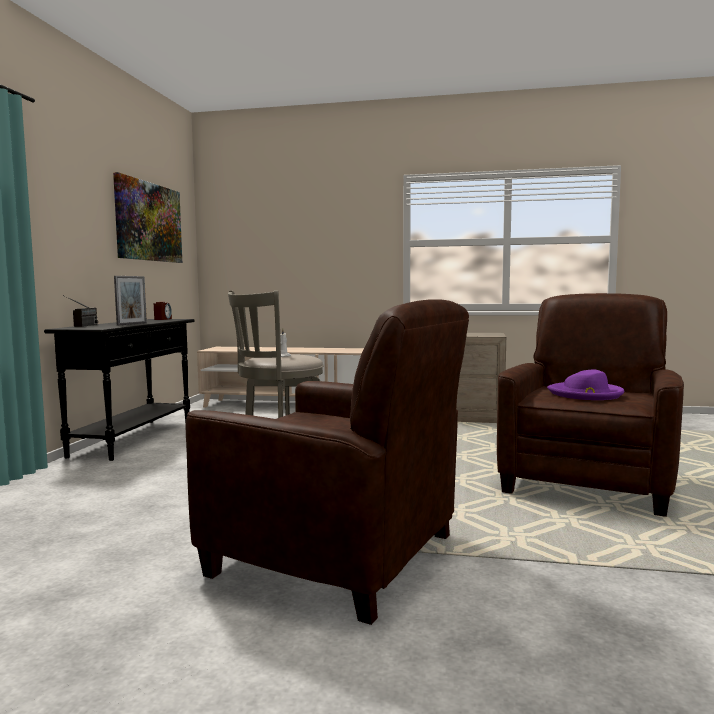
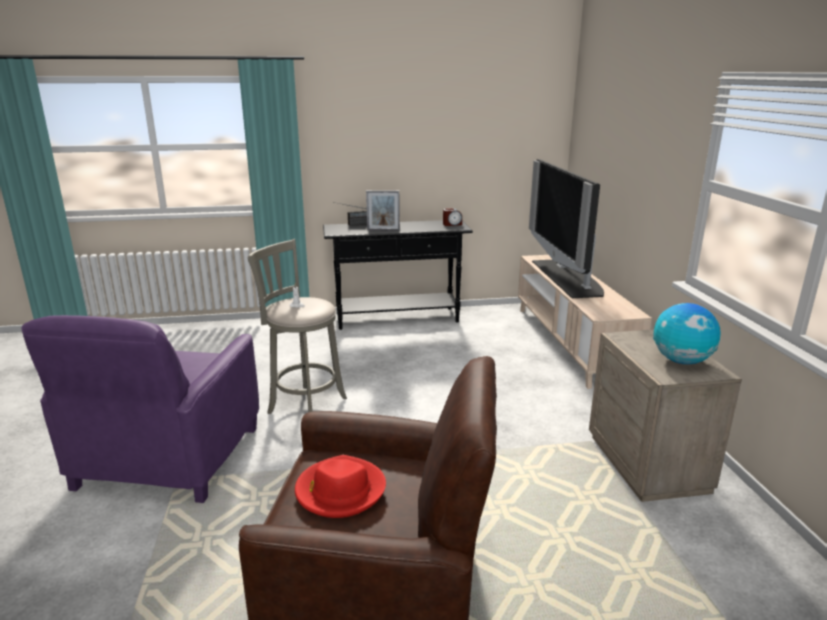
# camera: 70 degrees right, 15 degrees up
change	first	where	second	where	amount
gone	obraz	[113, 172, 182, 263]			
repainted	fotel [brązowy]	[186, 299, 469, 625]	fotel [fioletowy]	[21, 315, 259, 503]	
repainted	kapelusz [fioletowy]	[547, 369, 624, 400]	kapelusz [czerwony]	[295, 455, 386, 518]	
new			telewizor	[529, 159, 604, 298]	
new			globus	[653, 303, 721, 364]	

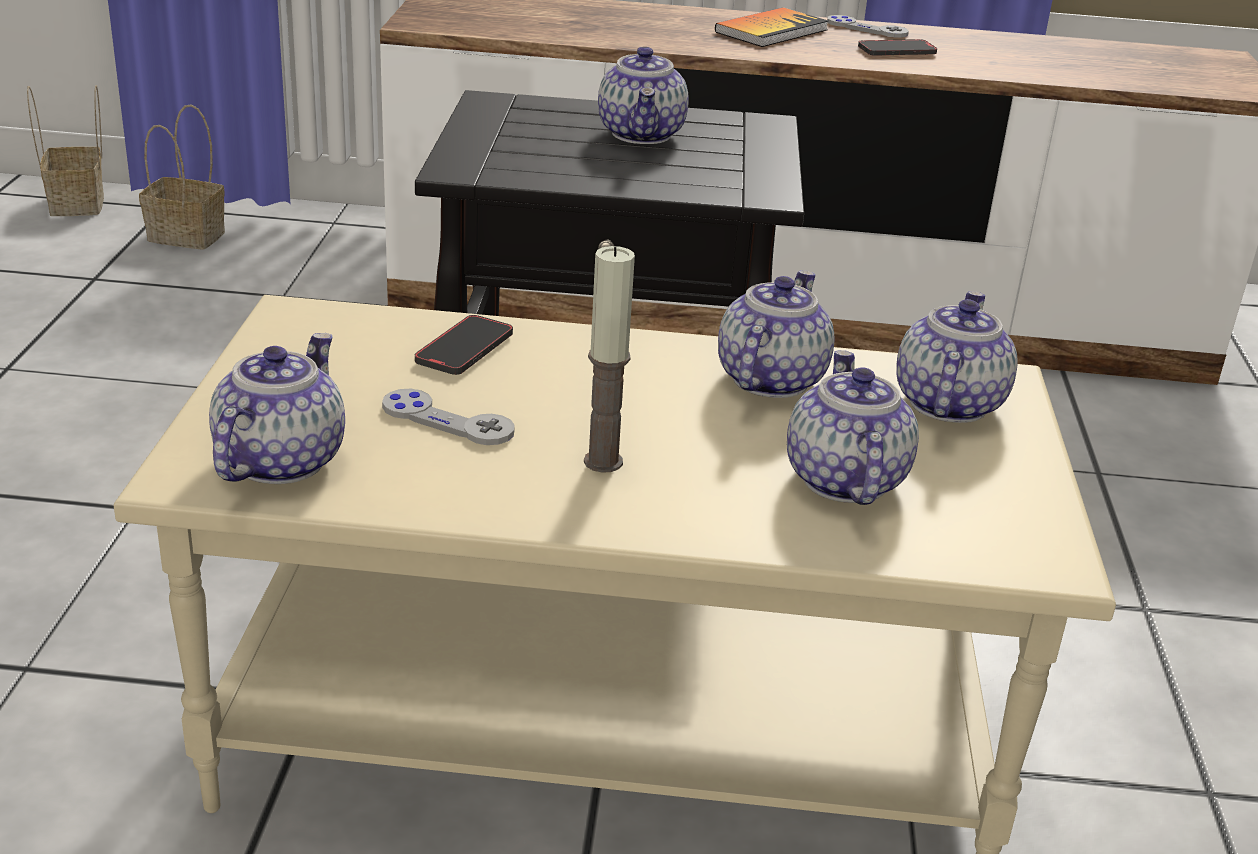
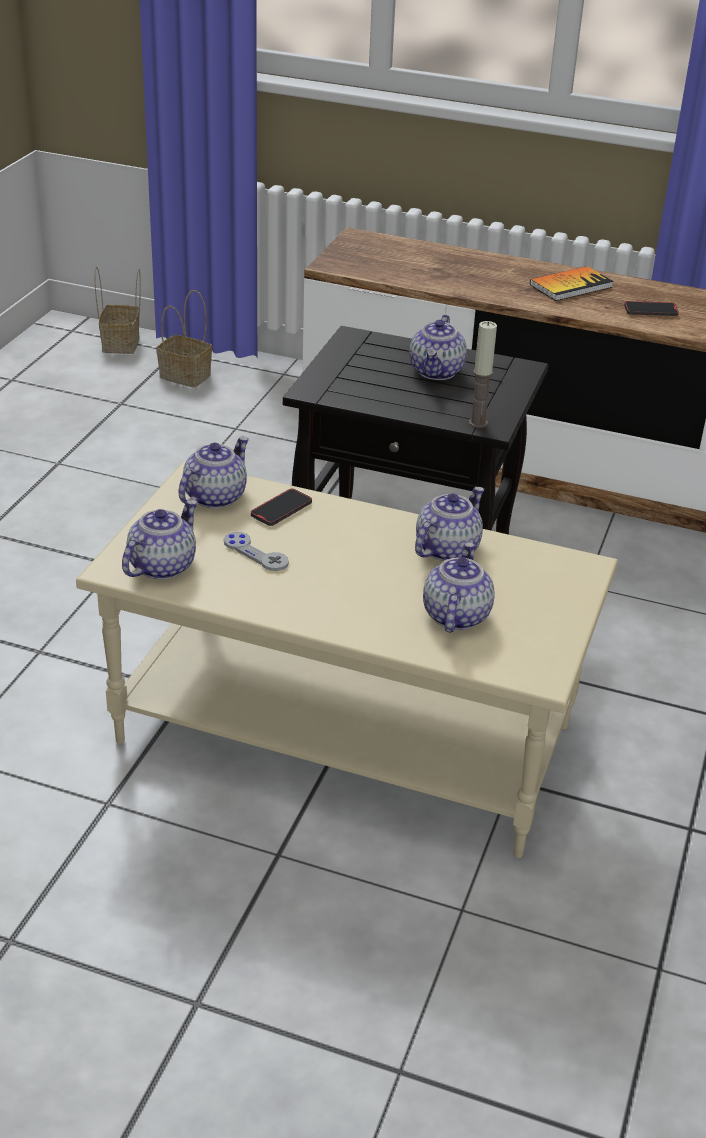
# camera: 15 degrees right, 5 degrees up
change	first	where	second	where	amount
shifted	świeca	[584, 246, 635, 473]		[469, 321, 497, 428]	
gone	pad do gier [szary]	[827, 15, 909, 38]			
shifted	imbryk	[896, 291, 1018, 423]		[179, 437, 249, 509]	

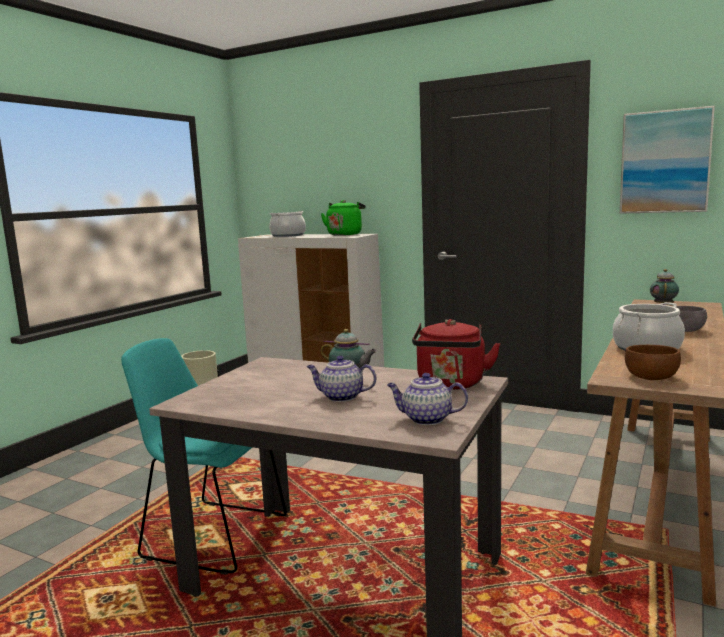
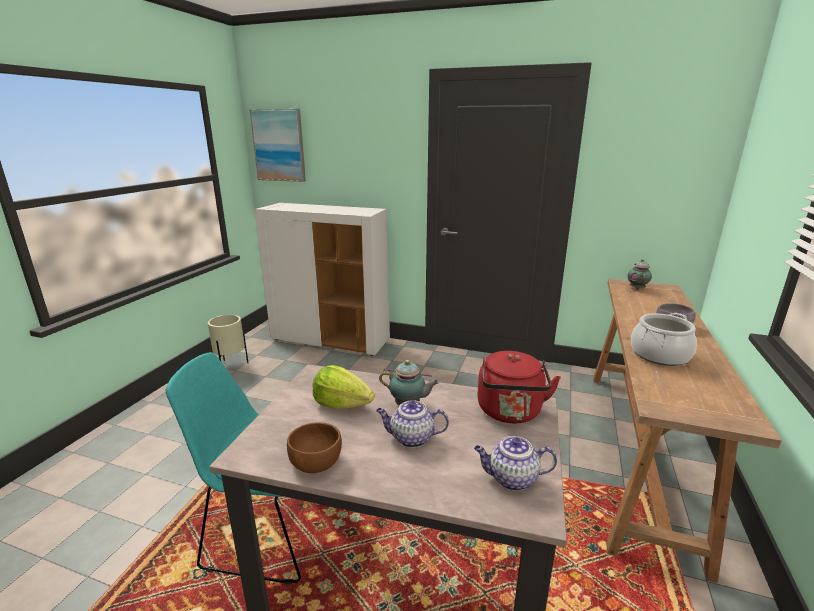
# camera: 10 degrees left, 10 degrees up
change	first	where	second	where	amount
gone	garnek	[269, 211, 306, 237]			
gone	czajnik [zielony]	[321, 200, 366, 236]			
shifted	obraz	[620, 106, 715, 214]		[250, 109, 306, 182]	
shifted	miska [brązowy]	[625, 345, 681, 380]		[287, 422, 342, 473]	
new			sałata	[312, 365, 374, 409]	

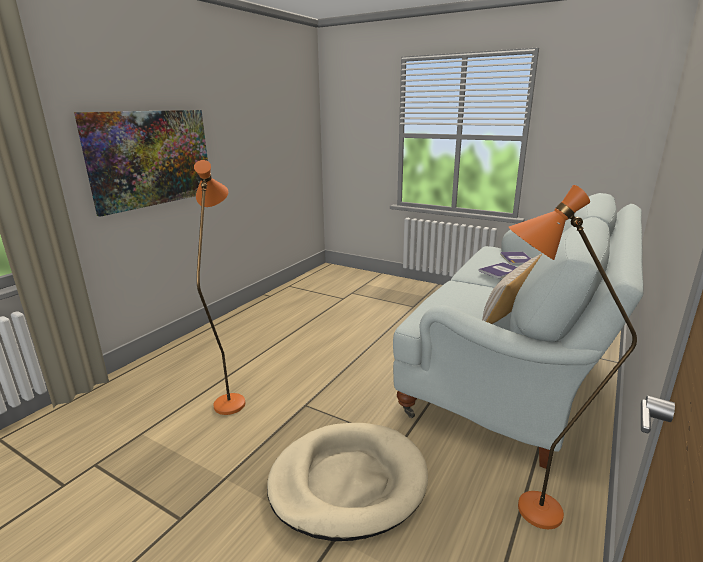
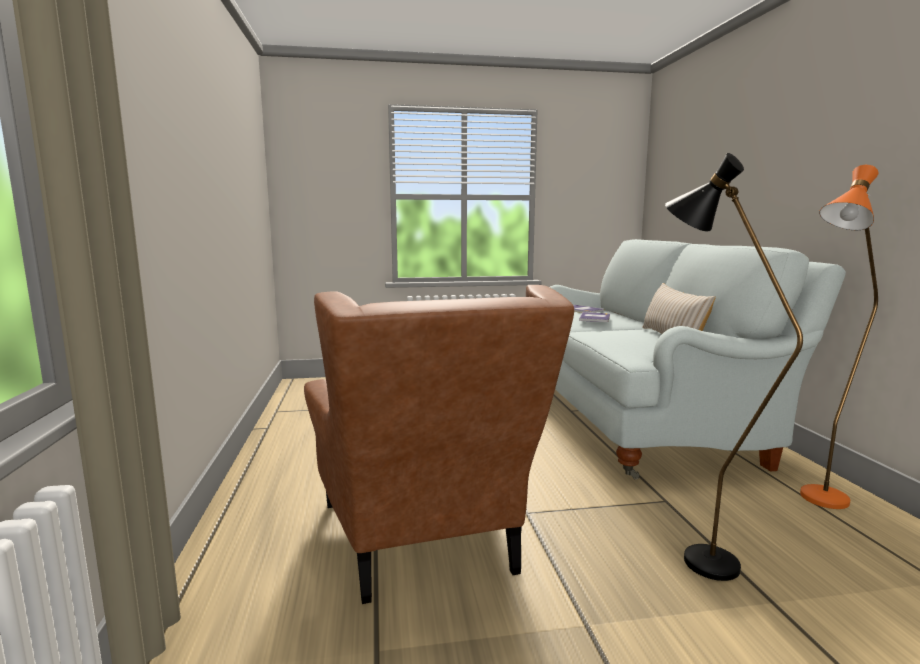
# camera: 40 degrees left, 10 degrees down
change	first	where	second	where	amount
gone	obraz	[74, 110, 208, 217]			
swapped	lampa stojąca [pomarańczowy]	[194, 160, 245, 415]	fotel [brązowy]	[304, 285, 574, 604]	
swapped	legowisko [beżowy]	[267, 423, 428, 541]	lampa stojąca [czarny]	[665, 153, 803, 581]	

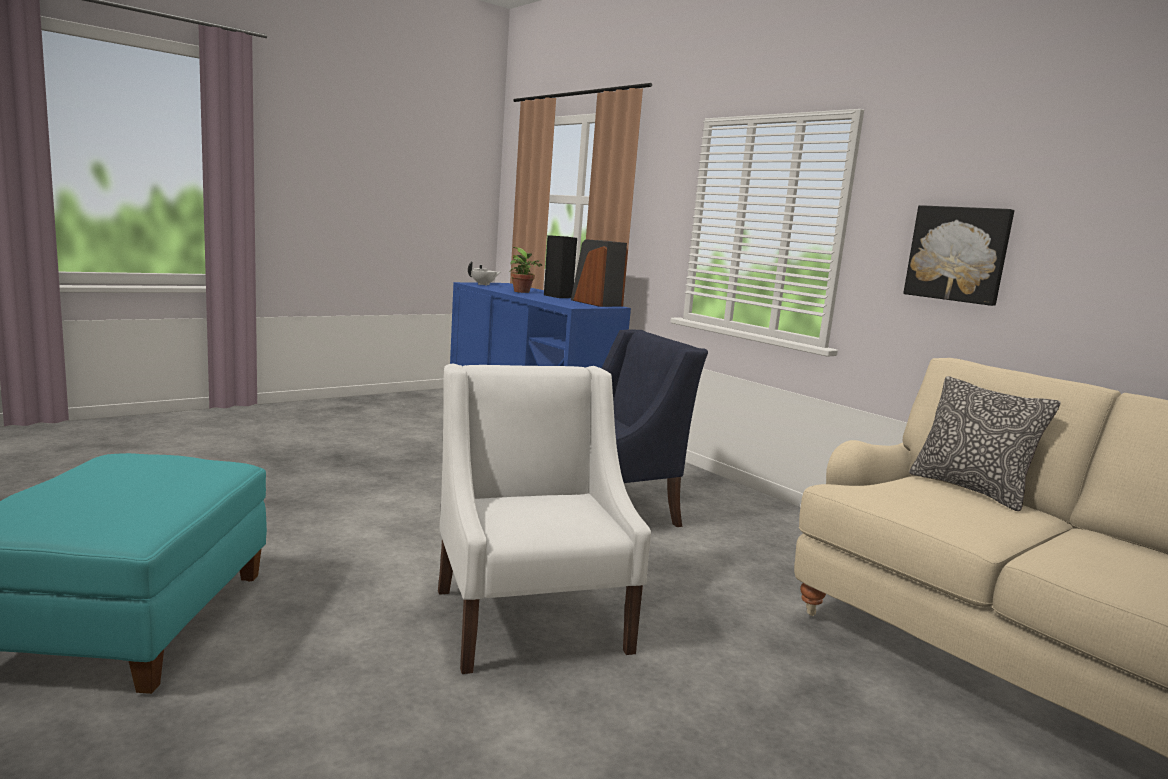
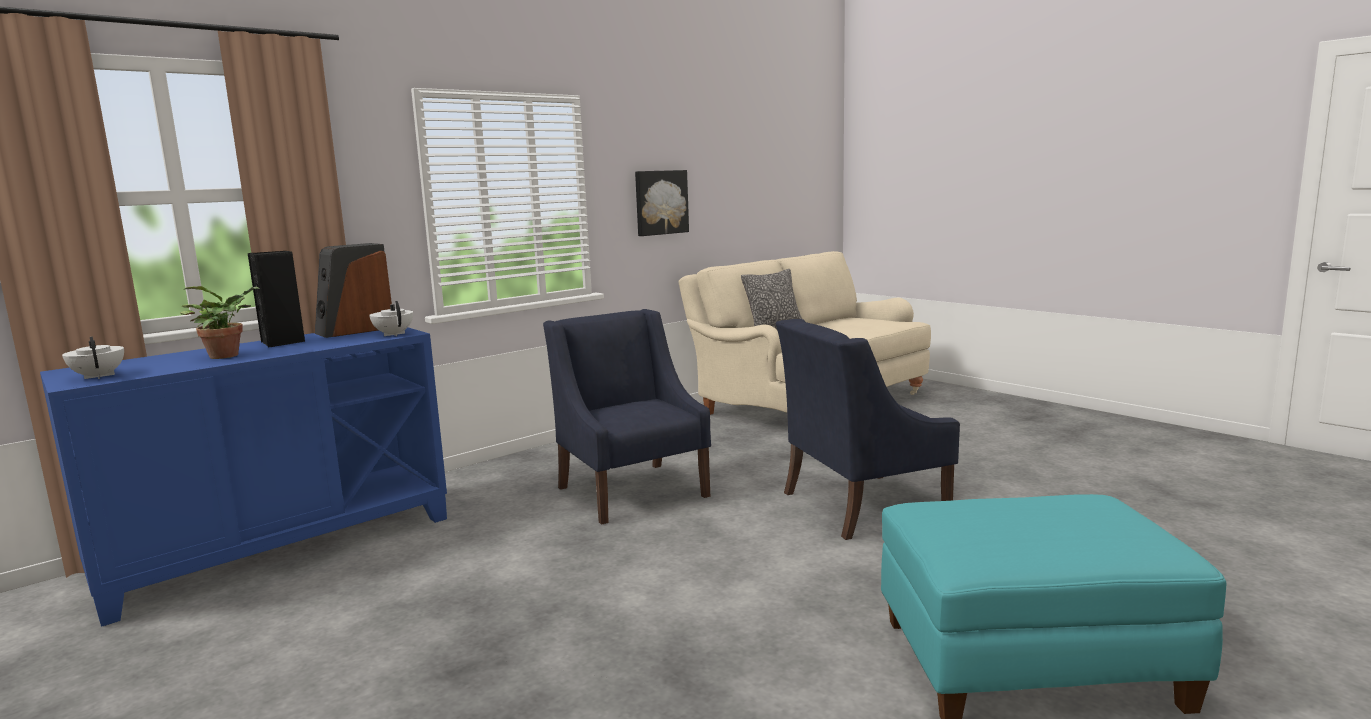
# camera: 90 degrees left, 0 degrees up
change	first	where	second	where	amount
repainted	fotel [biały]	[438, 364, 651, 674]	fotel [niebieski]	[776, 319, 960, 540]	
new			imbryk [biały]	[369, 301, 413, 336]	

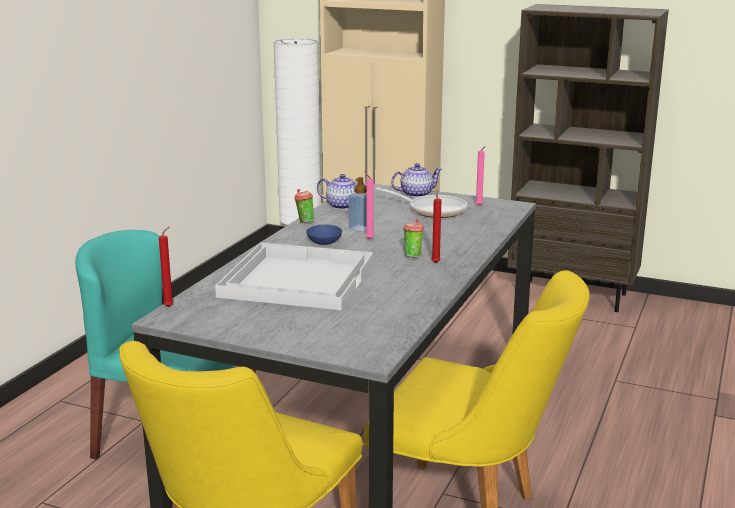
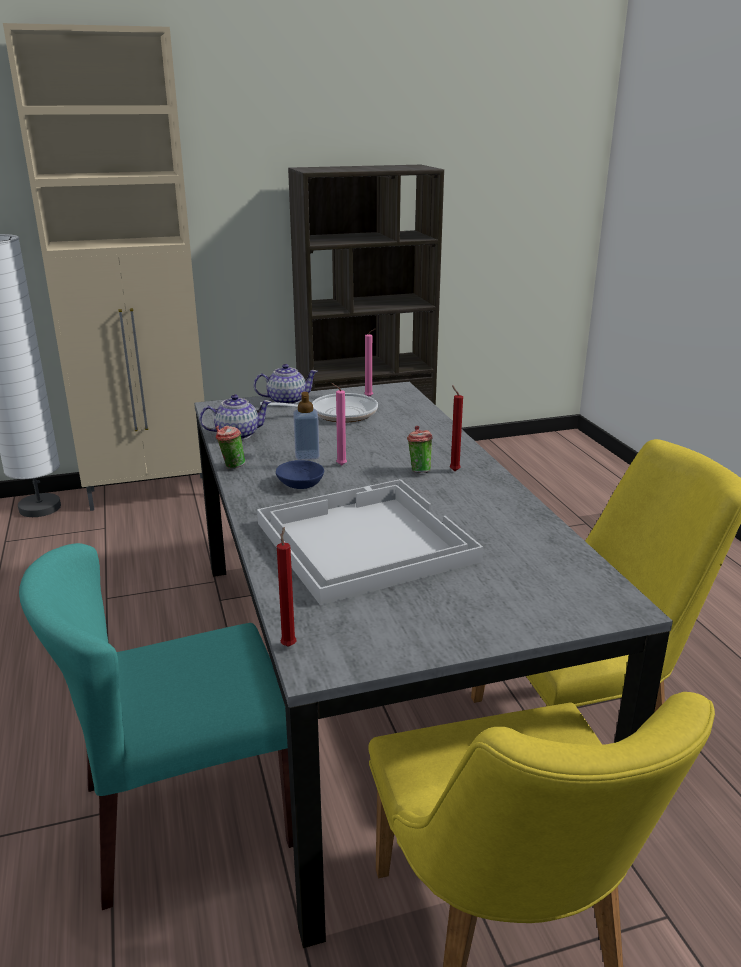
# camera: 40 degrees left, 5 degrees up
change	first	where	second	where	amount
rotated	imbryk	[391, 163, 442, 198]		[254, 364, 318, 404]	45 degrees clockwise

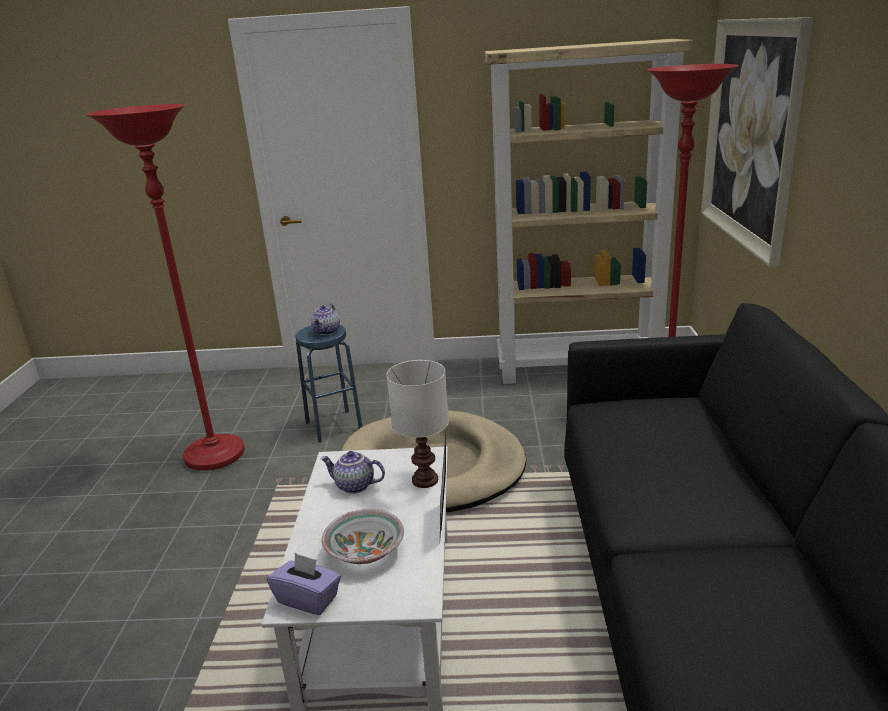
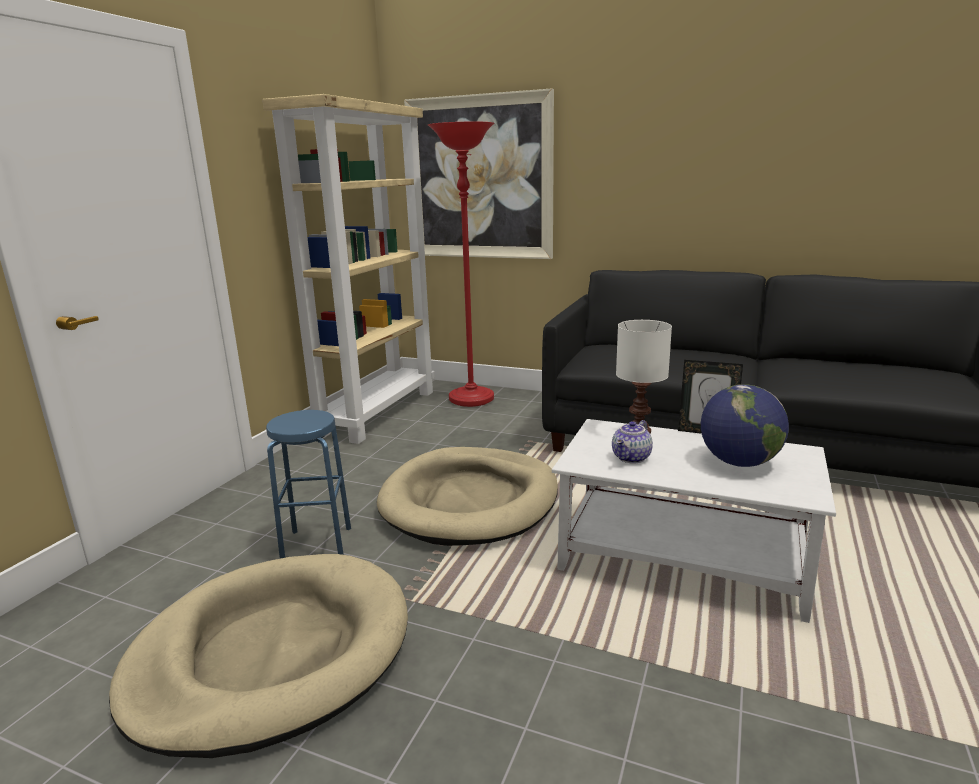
# camera: 70 degrees left, 5 degrees down
change	first	where	second	where	amount
swapped	lampa stojąca [czerwony]	[86, 104, 245, 471]	legowisko [beżowy]	[109, 554, 408, 758]	
gone	pudełko chusteczek [fioletowy]	[267, 553, 341, 615]			
gone	imbryk	[311, 304, 340, 335]			
swapped	miska	[322, 509, 404, 564]	globus	[701, 384, 789, 467]	

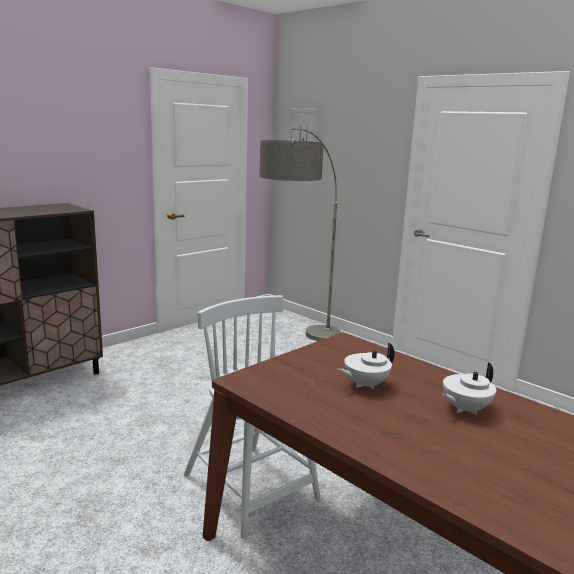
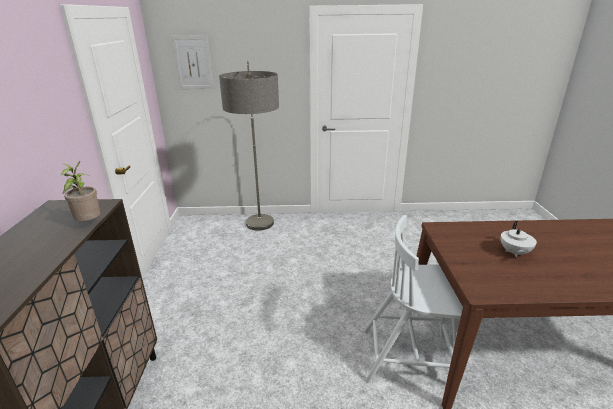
# camera: 45 degrees left, 10 degrees up
change	first	where	second	where	amount
gone	imbryk [biały]	[442, 363, 496, 415]			
new			roślina doniczkowa	[61, 161, 101, 221]	

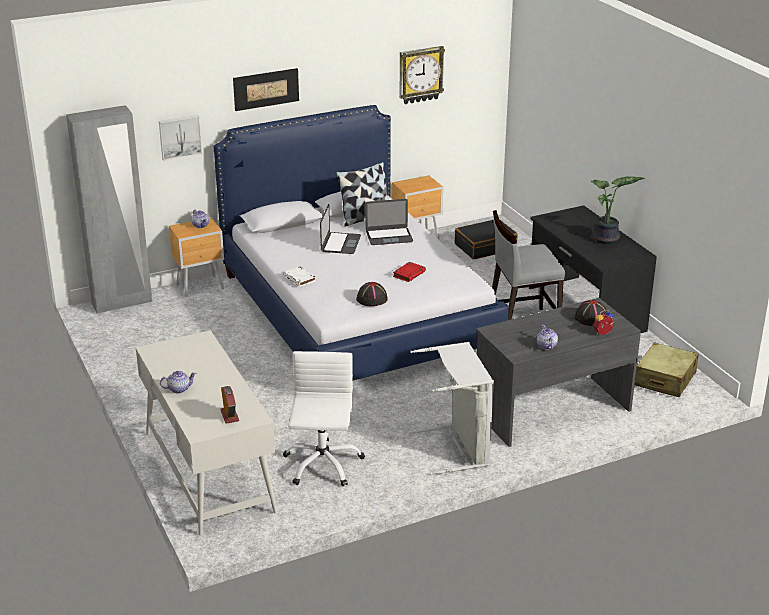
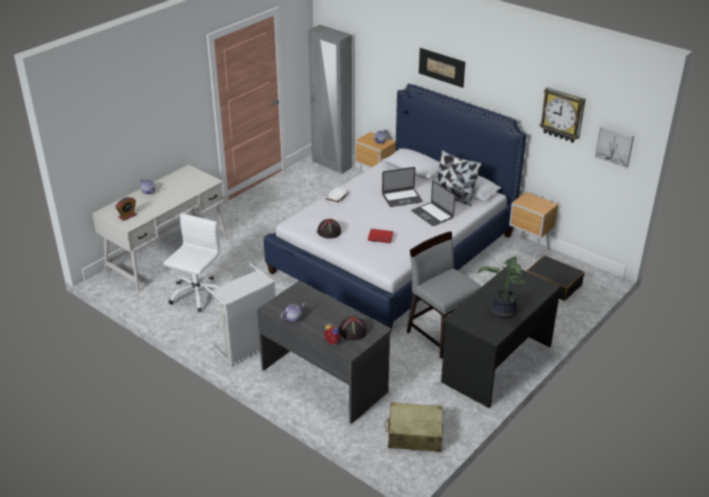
# camera: 65 degrees right, 5 degrees up
change	first	where	second	where	amount
shifted	obraz	[159, 115, 202, 161]		[594, 125, 634, 168]	
rotated	krzesło biurowe [biały]	[283, 351, 365, 486]		[164, 213, 220, 312]	45 degrees counterclockwise

